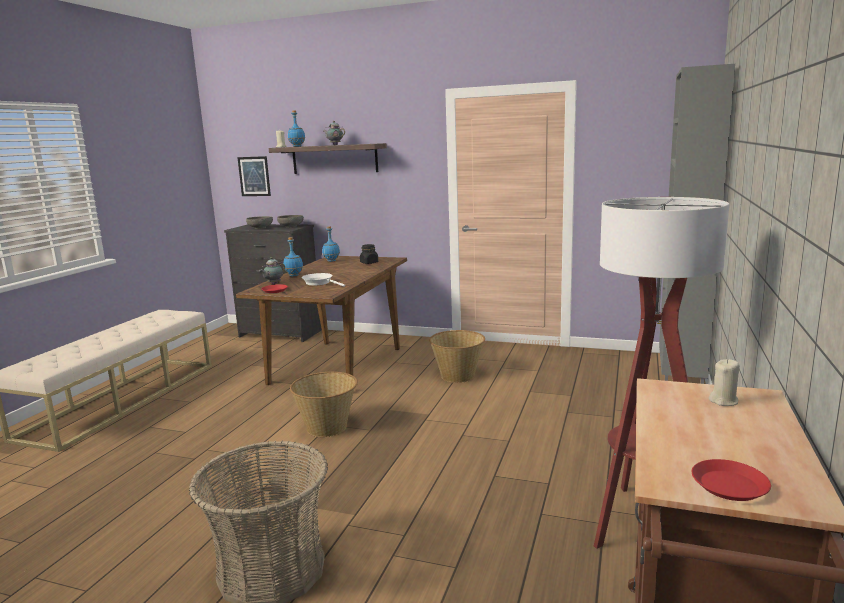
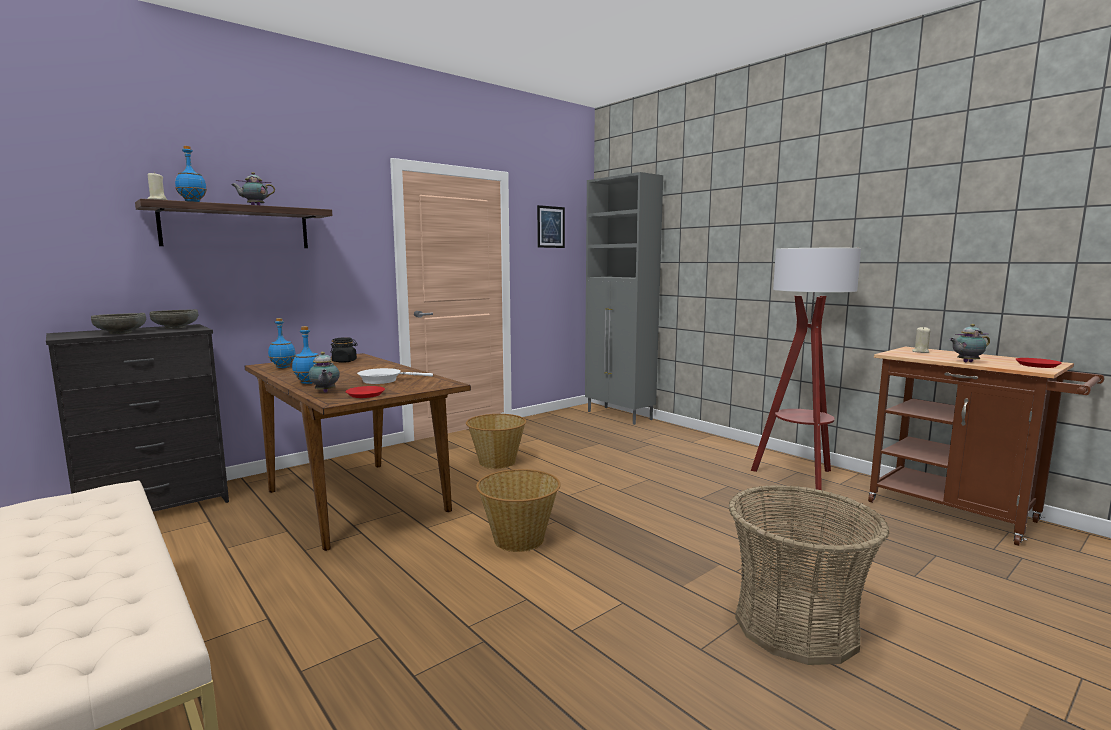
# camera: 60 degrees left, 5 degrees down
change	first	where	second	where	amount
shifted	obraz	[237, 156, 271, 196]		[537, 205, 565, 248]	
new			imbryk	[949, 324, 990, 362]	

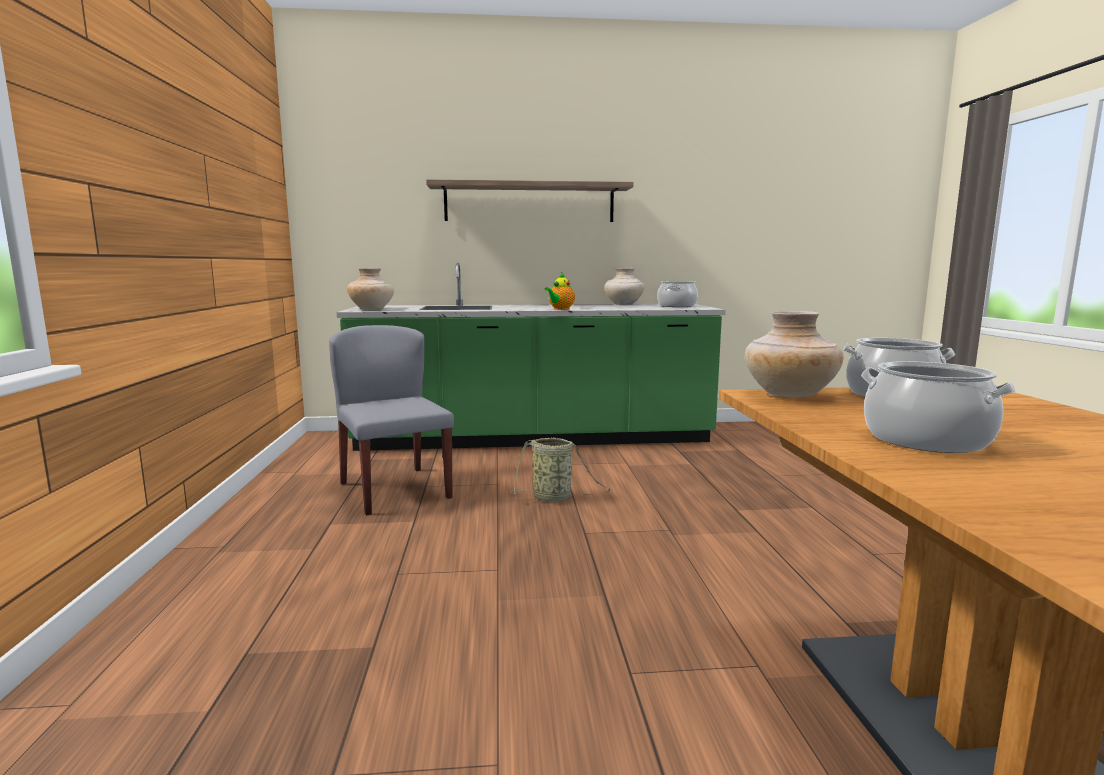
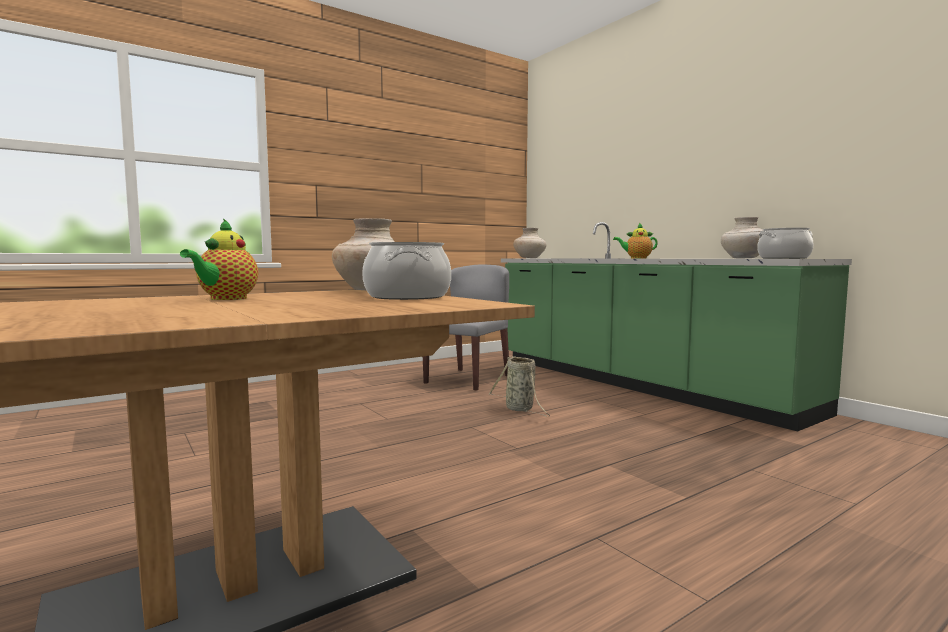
# camera: 60 degrees right, 5 degrees down
change	first	where	second	where	amount
gone	półka	[426, 179, 634, 222]			
swapped	garnek	[861, 361, 1016, 453]	imbryk	[180, 218, 258, 300]	

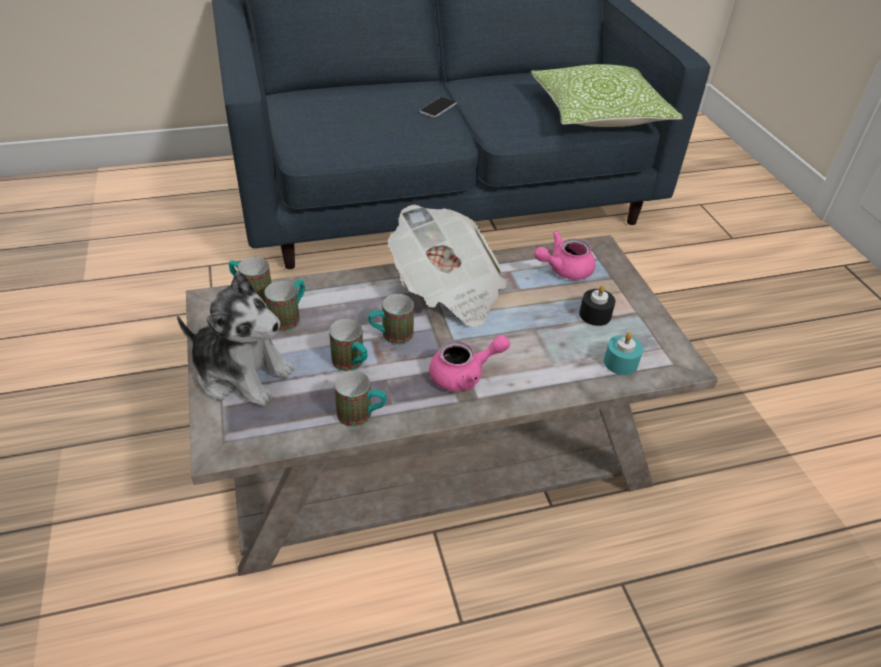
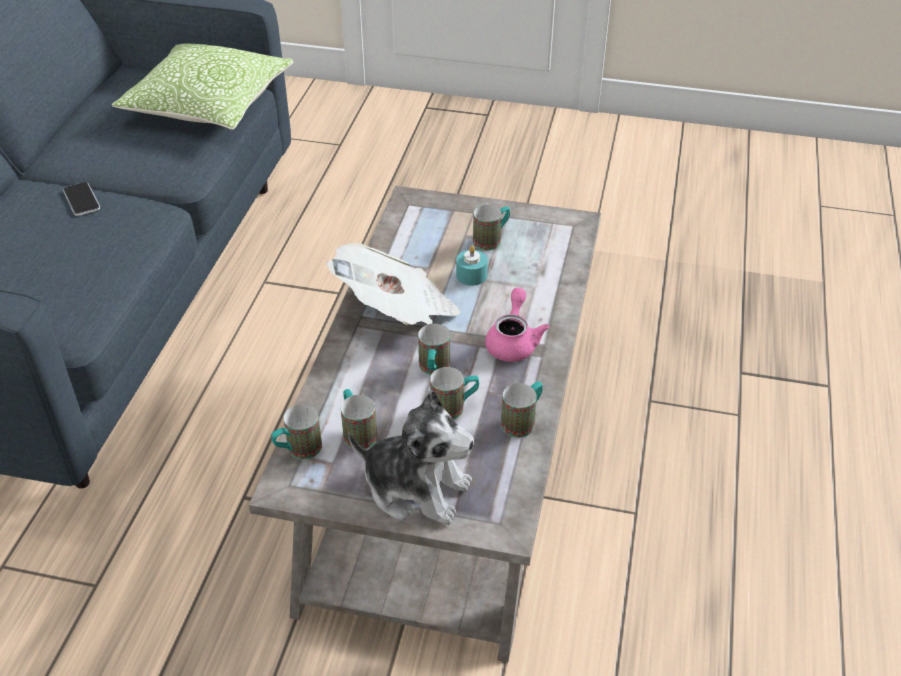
# camera: 60 degrees left, 0 degrees up
change	first	where	second	where	amount
rotated	pluszak	[177, 272, 295, 406]		[348, 390, 474, 525]	60 degrees clockwise
gone	imbryk [różowy]	[534, 231, 595, 280]			
swapped	świeca [czarny]	[579, 285, 615, 326]	kubek	[473, 205, 510, 251]	
shifted	świeca [turkusowy]	[604, 332, 643, 375]		[456, 246, 488, 286]	

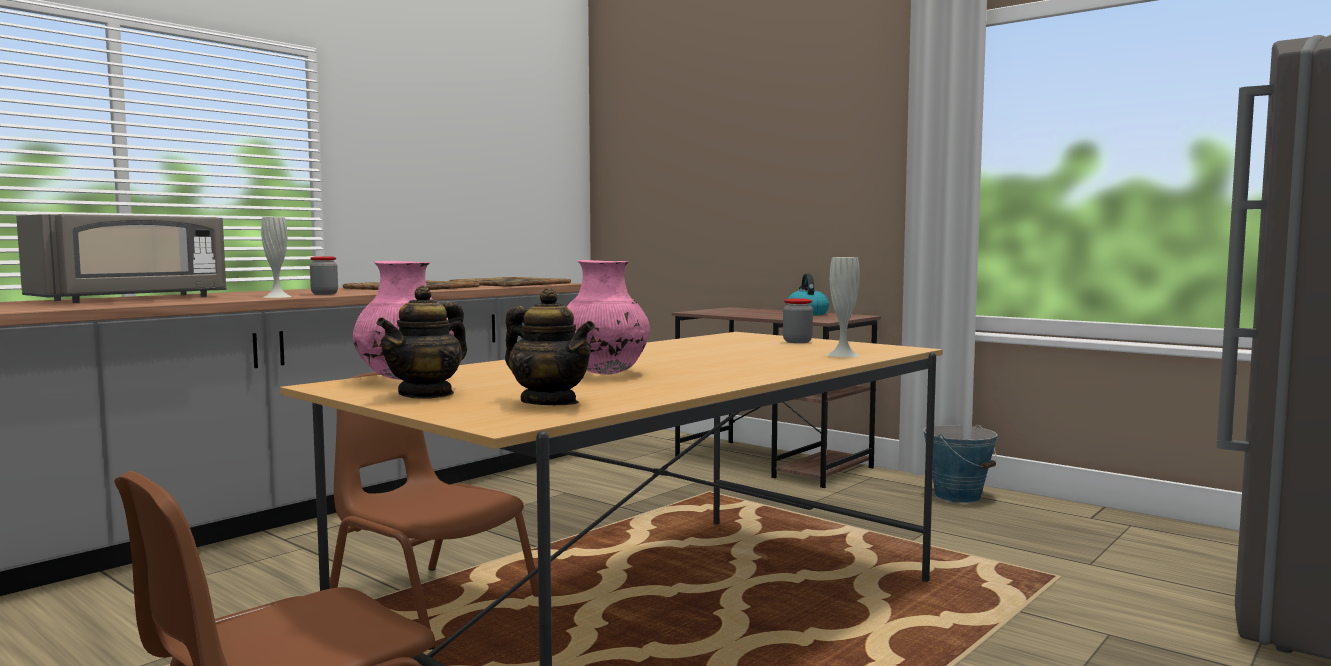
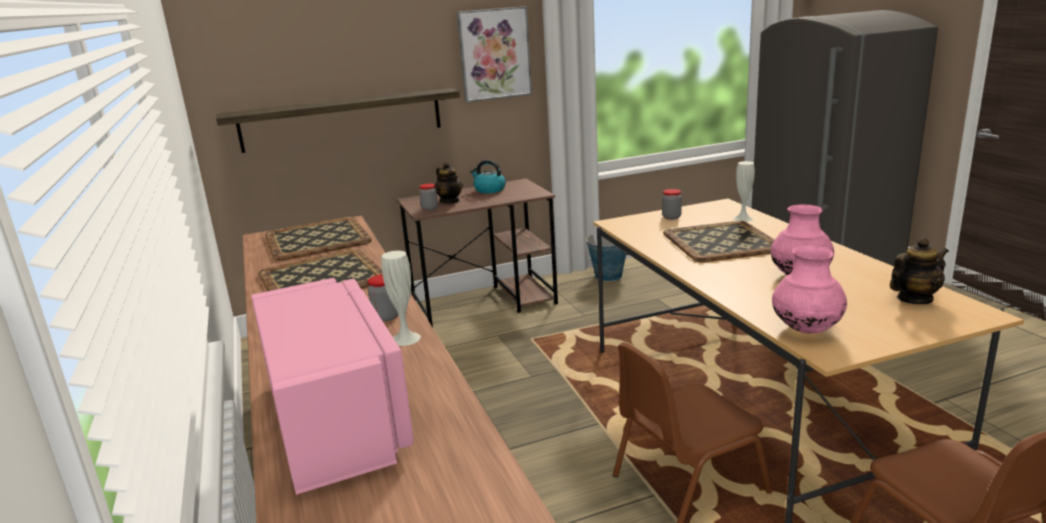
# camera: 60 degrees left, 15 degrees up
change	first	where	second	where	amount
repainted	mikrofalówka [szary]	[16, 214, 226, 303]	mikrofalówka [różowy]	[251, 278, 414, 495]	
shifted	imbryk	[376, 285, 467, 399]		[434, 162, 463, 203]	
new			półka	[216, 88, 460, 153]	
new			słoik	[419, 184, 438, 211]	
new			obraz	[457, 6, 532, 102]	
new			taca	[663, 221, 775, 262]	

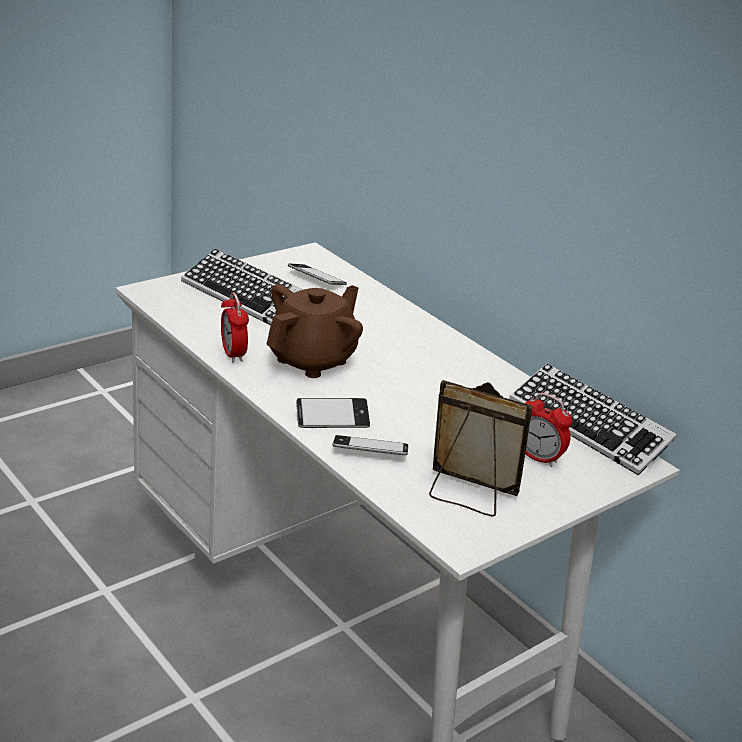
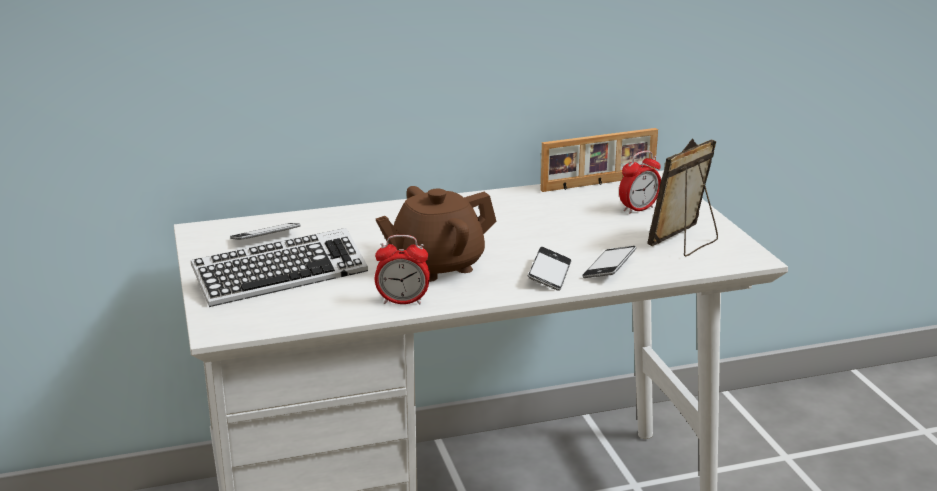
# camera: 65 degrees left, 5 degrees down
change	first	where	second	where	amount
rotated	imbryk [brązowy]	[266, 284, 363, 378]		[376, 186, 496, 282]	90 degrees counterclockwise
swapped	klawiatura	[509, 363, 677, 475]	ramka na zdjęcie	[540, 128, 658, 192]	

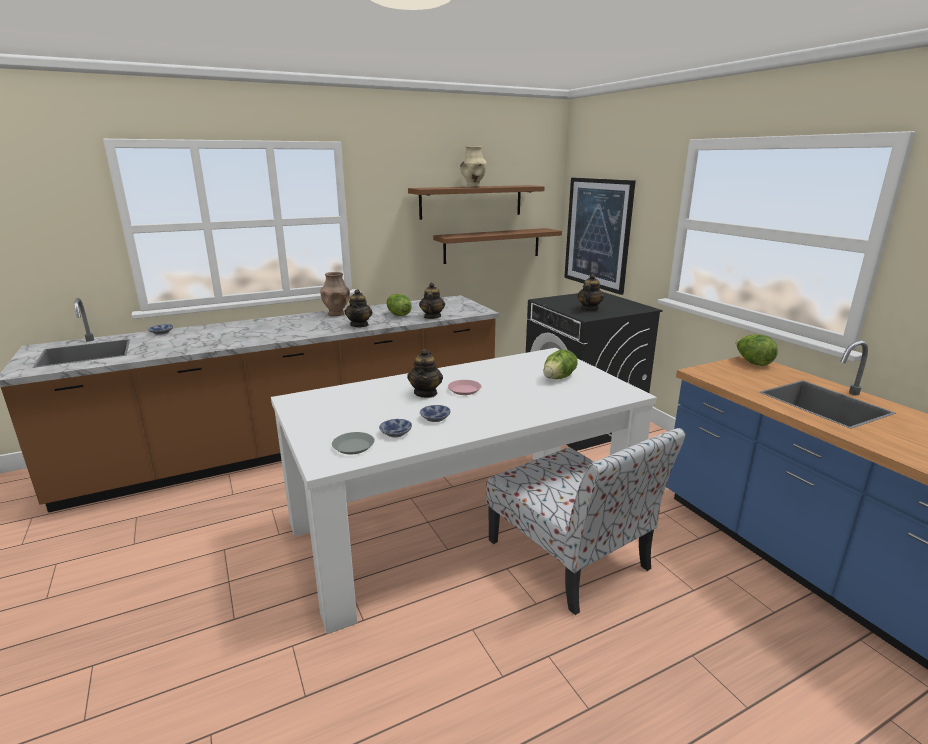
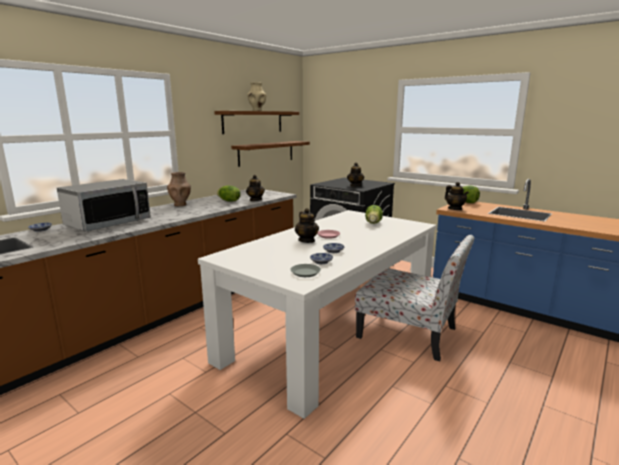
# camera: 25 degrees left, 5 degrees down
change	first	where	second	where	amount
shifted	imbryk	[345, 289, 372, 327]		[445, 182, 469, 210]	
gone	obraz	[564, 178, 636, 295]			
new			mikrofalówka	[57, 179, 151, 232]	

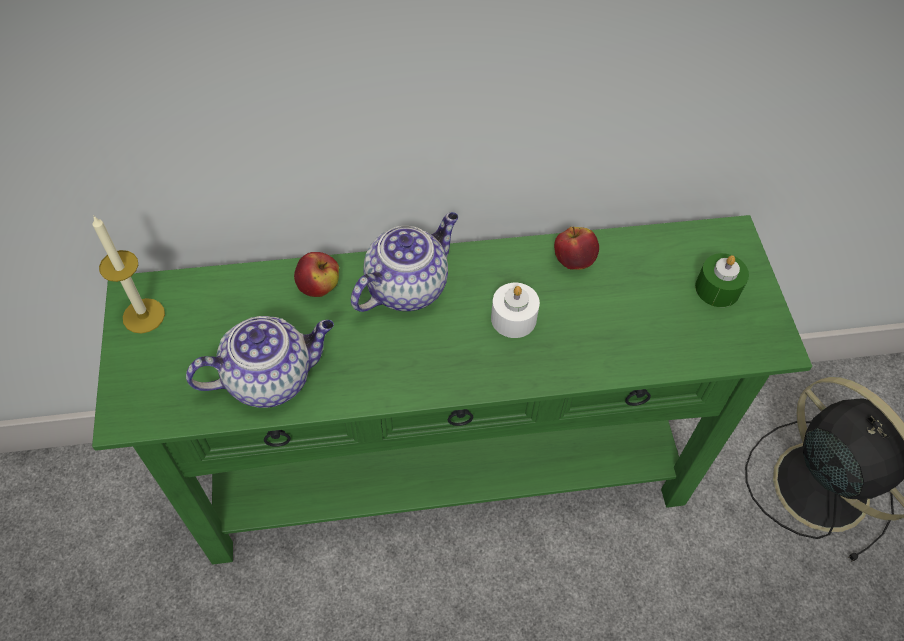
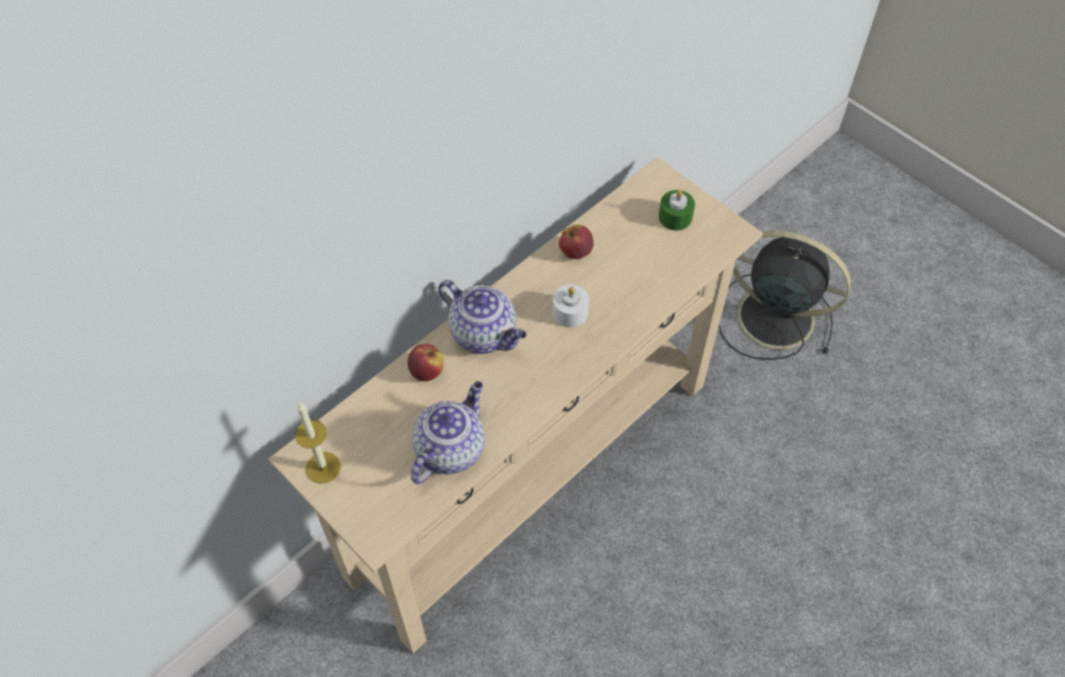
# camera: 35 degrees left, 0 degrees up
change	first	where	second	where	amount
repainted	stolik konsolowy [zielony]	[92, 215, 812, 564]	stolik konsolowy [beżowy]	[268, 157, 763, 654]	
rotated	imbryk	[351, 212, 458, 312]		[438, 280, 527, 354]	120 degrees clockwise

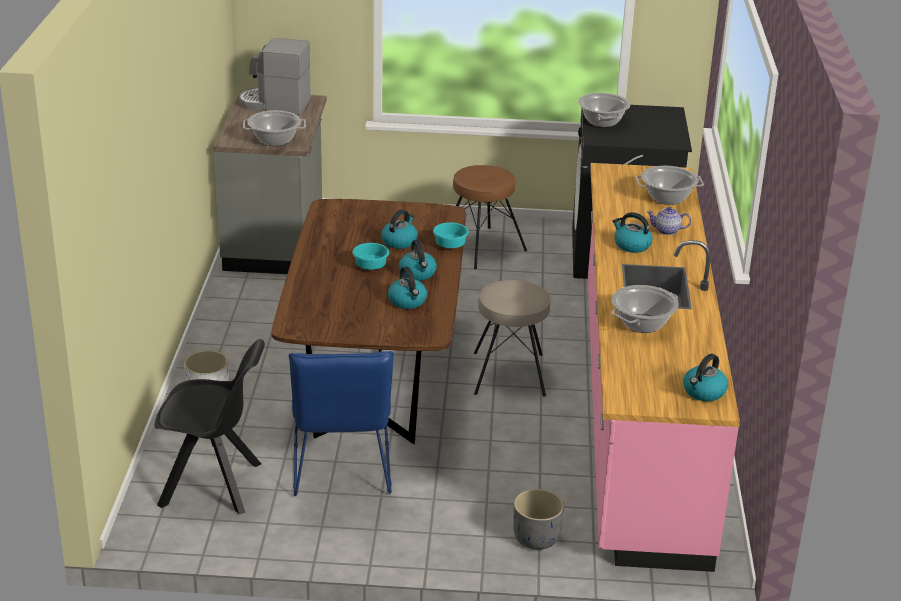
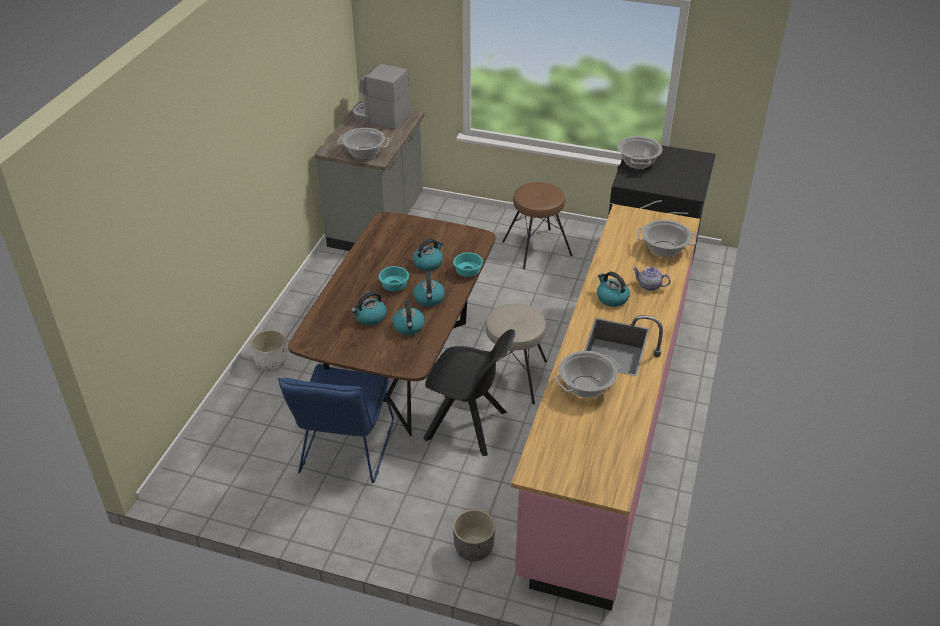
# camera: 15 degrees right, 10 degrees up
change	first	where	second	where	amount
shifted	krzesło [czarny]	[155, 339, 265, 515]		[423, 329, 515, 456]	
shifted	czajnik	[683, 354, 728, 401]		[351, 291, 387, 325]	

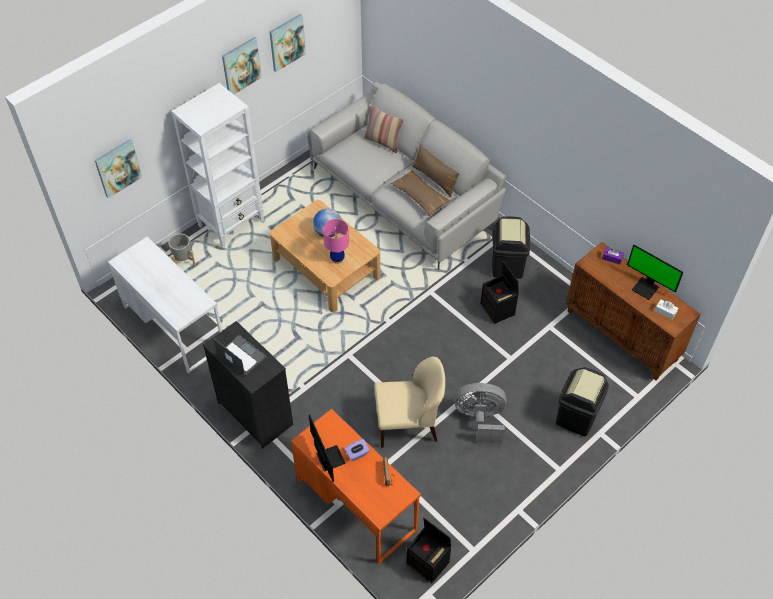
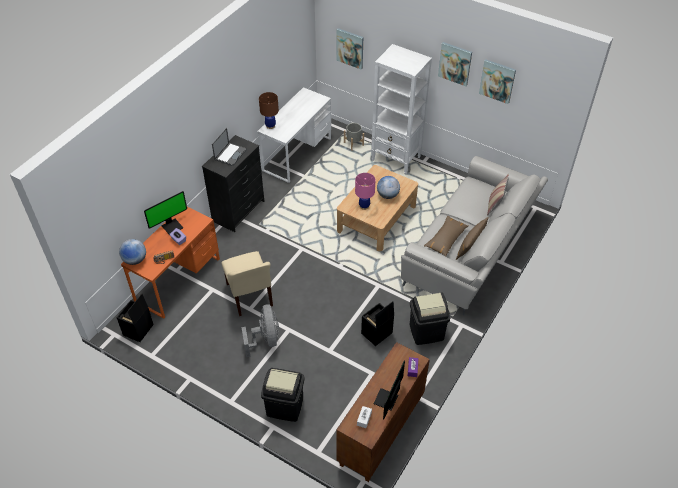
# camera: 75 degrees right, 5 degrees down
change	first	where	second	where	amount
new			globus	[119, 239, 146, 265]	
new			lampa stołowa [brązowy]	[259, 92, 279, 129]	

